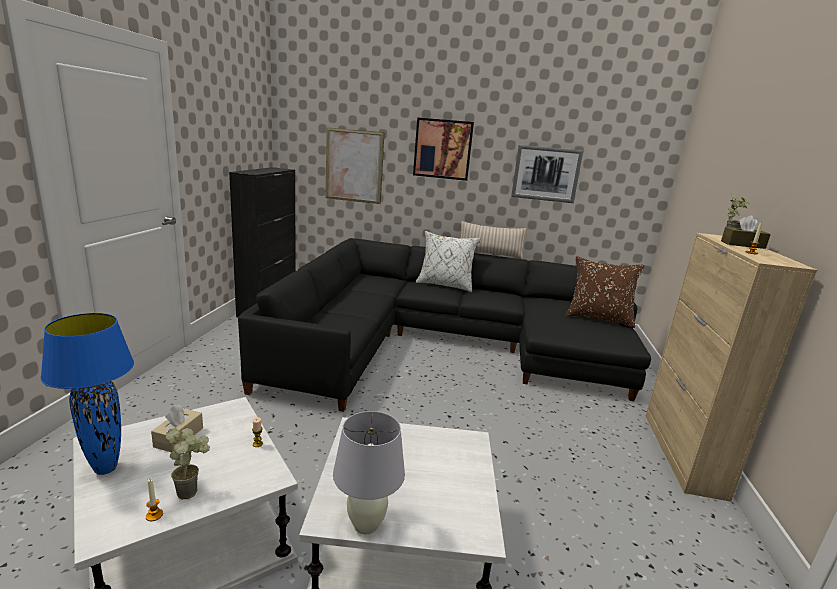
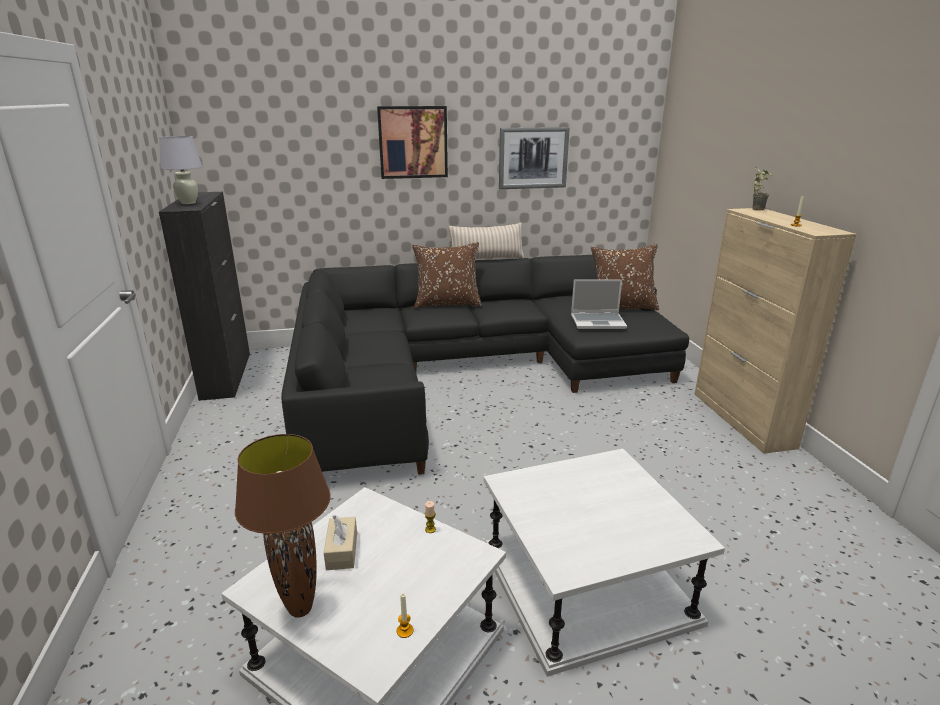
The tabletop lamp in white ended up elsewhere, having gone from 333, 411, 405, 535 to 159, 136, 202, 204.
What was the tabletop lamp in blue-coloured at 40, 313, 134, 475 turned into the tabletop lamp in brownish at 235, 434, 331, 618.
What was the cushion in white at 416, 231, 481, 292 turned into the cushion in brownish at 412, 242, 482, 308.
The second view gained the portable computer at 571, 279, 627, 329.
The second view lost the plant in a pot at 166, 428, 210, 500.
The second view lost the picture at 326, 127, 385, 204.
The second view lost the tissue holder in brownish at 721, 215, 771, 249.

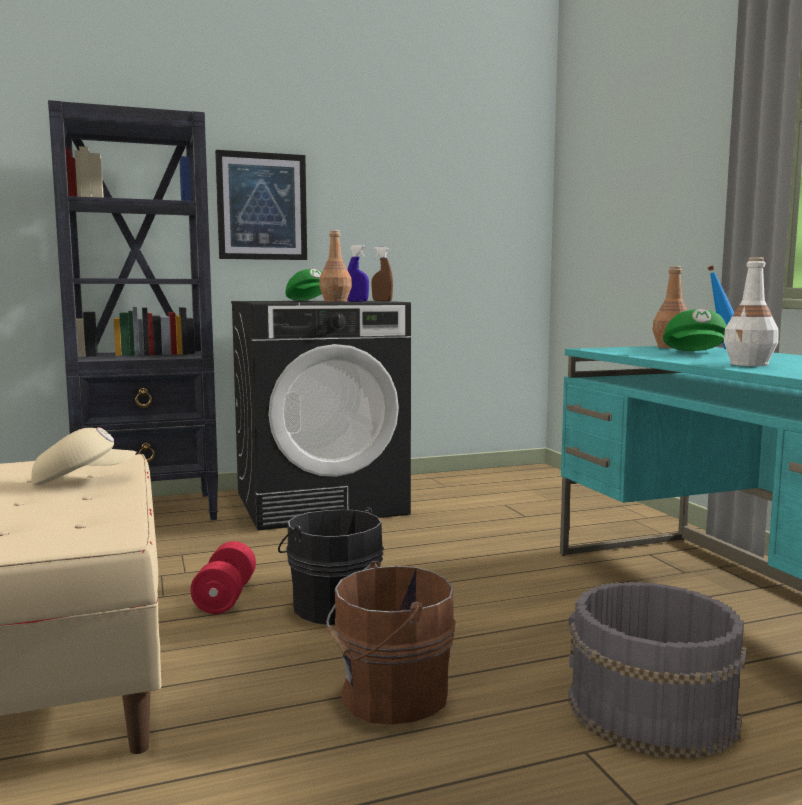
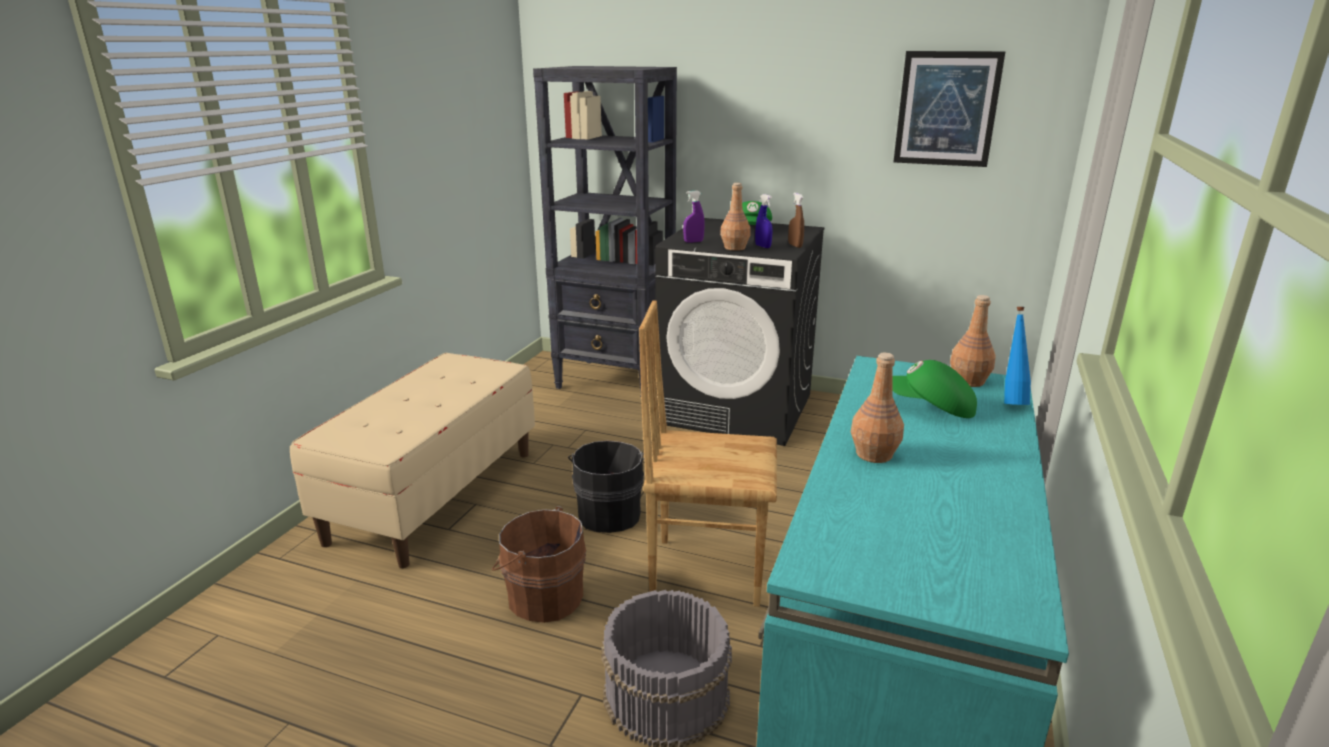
The second view gained the upright chair in brownish at 639, 301, 777, 607.
The second view gained the sprayer in purple-coloured at 683, 191, 705, 243.
What was the drink bottle in white at 724, 257, 779, 366 turned into the drink bottle in brownish at 851, 352, 904, 463.
The peaked cap in green at 663, 309, 727, 351 ended up facing another way, 60 degrees clockwise from before.
The picture ended up elsewhere, having gone from 215, 150, 307, 260 to 893, 51, 1005, 167.
The second view lost the peaked cap in sand-coloured at 31, 427, 137, 485.
The second view lost the hand weight in red at 190, 541, 256, 614.

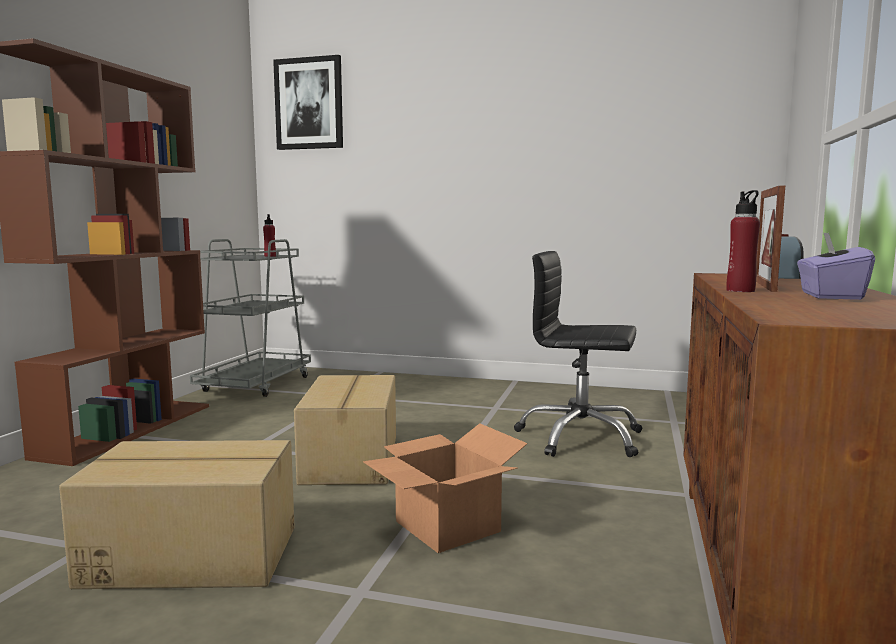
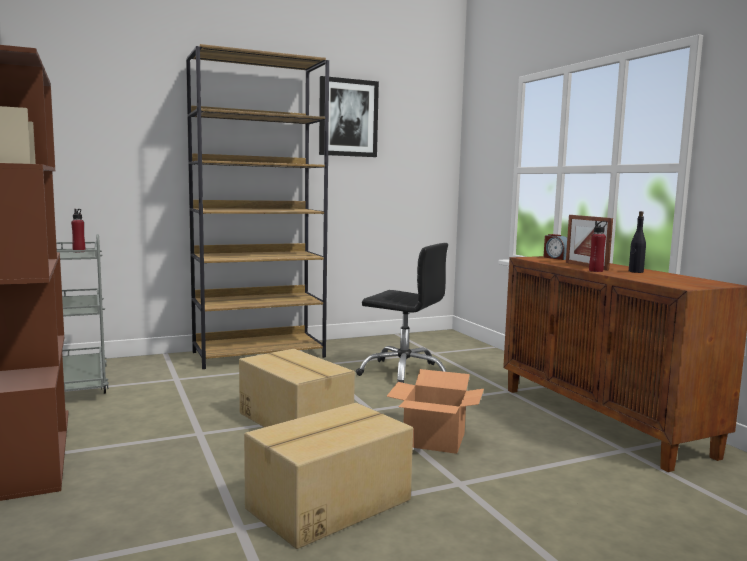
The second view gained the bookcase in brownish at 186, 44, 329, 369.
The picture ended up elsewhere, having gone from 273, 55, 343, 150 to 319, 76, 379, 157.
The desk chair in blackish at 514, 251, 642, 457 ended up facing another way, 135 degrees counterclockwise from before.
Where the tissue holder in purple-coloured stood at 797, 232, 875, 300, the drink bottle in blackish came to stand at 629, 211, 646, 273.

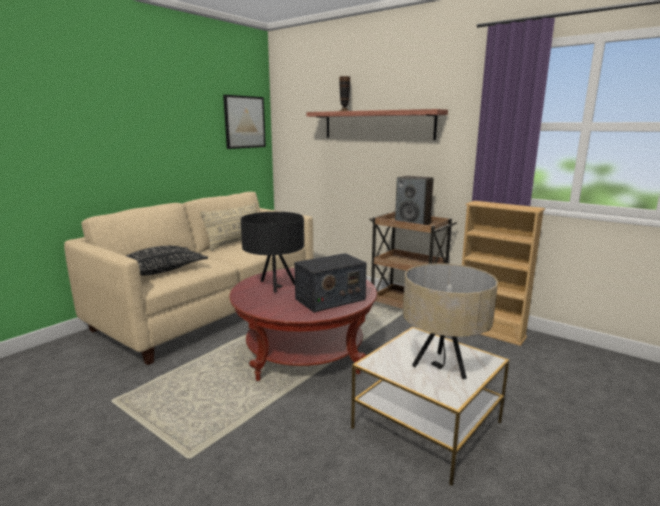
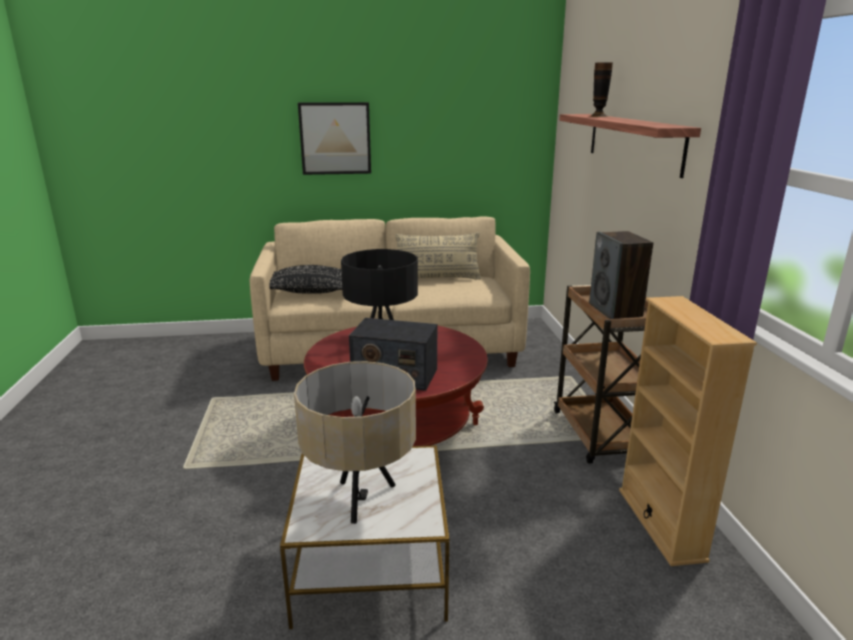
The picture ended up elsewhere, having gone from 223, 95, 266, 149 to 298, 102, 371, 175.

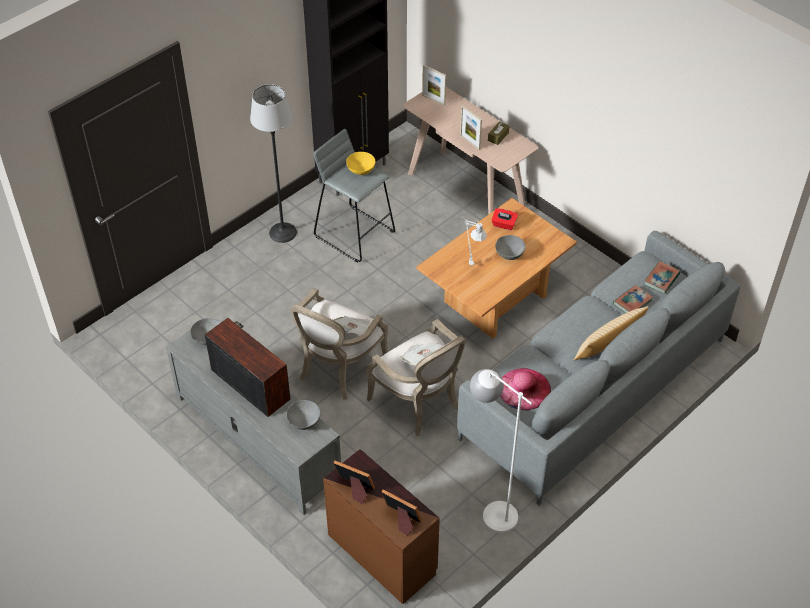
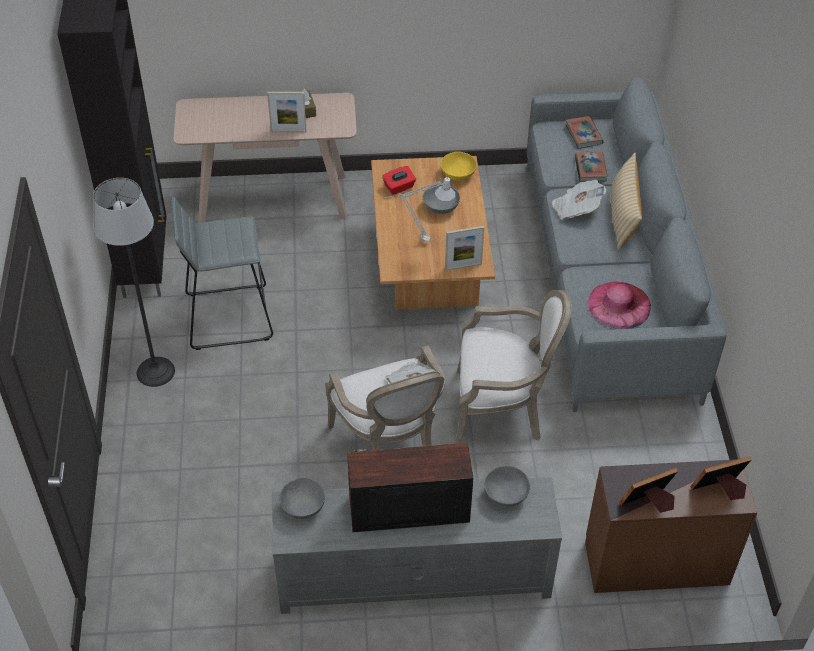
The deep dish in yellow ended up elsewhere, having gone from 346, 152, 375, 175 to 441, 152, 477, 181.
The photo frame ended up elsewhere, having gone from 422, 65, 446, 106 to 445, 226, 484, 271.
The daily paper ended up elsewhere, having gone from 400, 342, 442, 365 to 552, 180, 606, 219.
The second view lost the standing lamp in white at 470, 369, 532, 533.

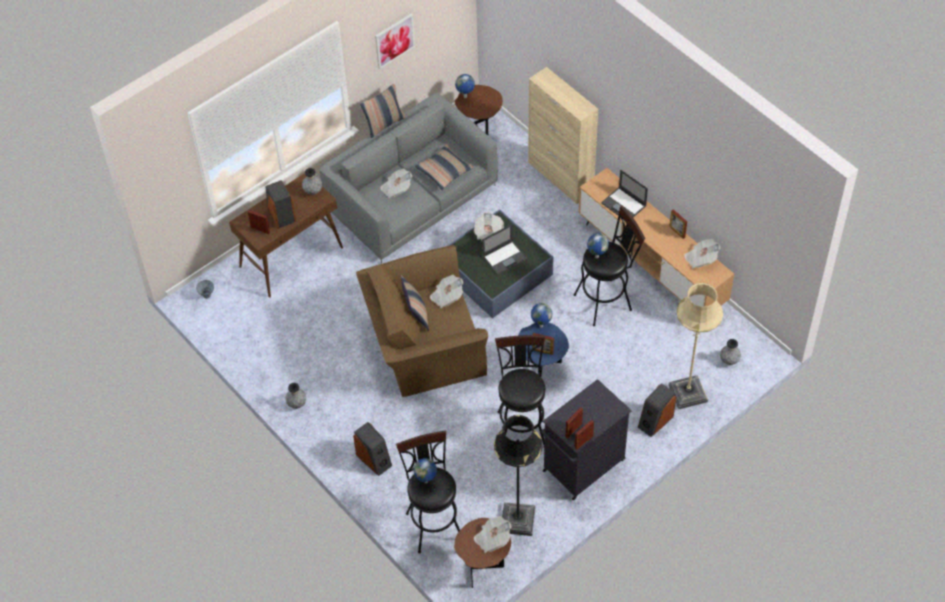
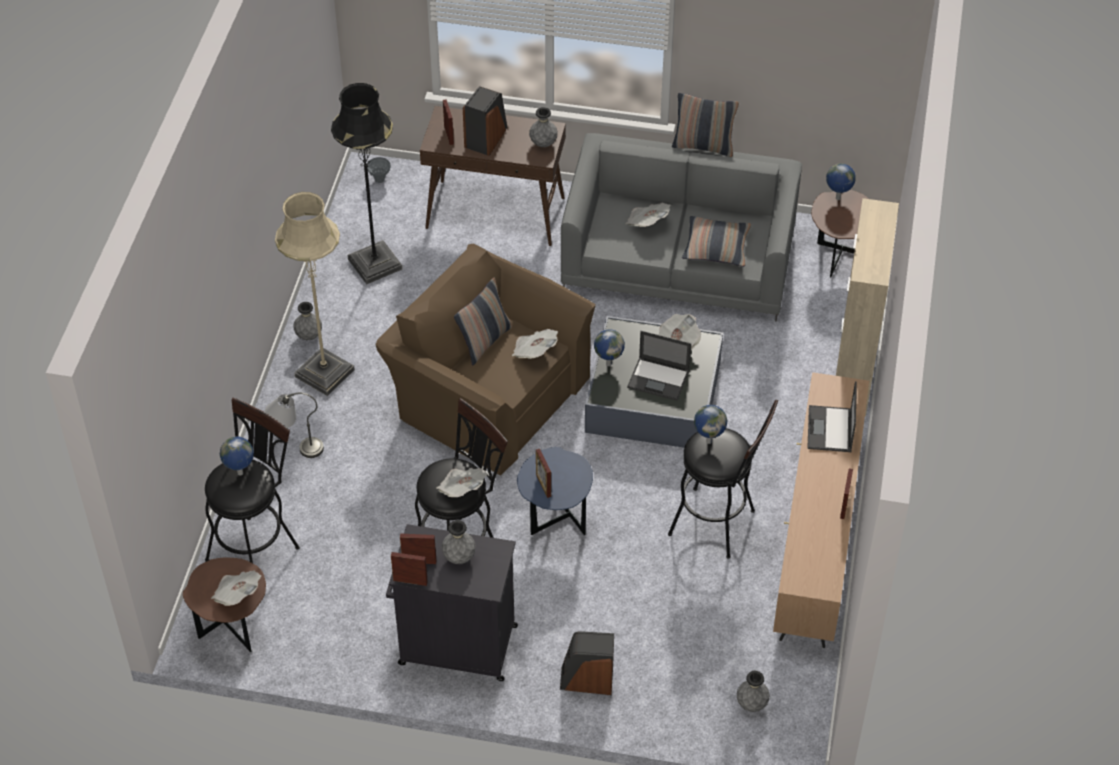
Where the loudspeaker stood at 353, 422, 392, 476, the tabletop lamp in greyish came to stand at 264, 393, 324, 458.
The standing lamp in sand-coloured ended up elsewhere, having gone from 668, 283, 723, 409 to 275, 192, 355, 396.
The standing lamp in blackish ended up elsewhere, having gone from 494, 415, 543, 536 to 331, 83, 402, 284.
The daily paper ended up elsewhere, having gone from 684, 239, 721, 269 to 436, 468, 488, 497.
The second view gained the flower vase in greyish at 441, 520, 476, 564.
The globe ended up elsewhere, having gone from 531, 303, 553, 328 to 594, 329, 625, 366.
The second view lost the picture at 375, 13, 415, 69.

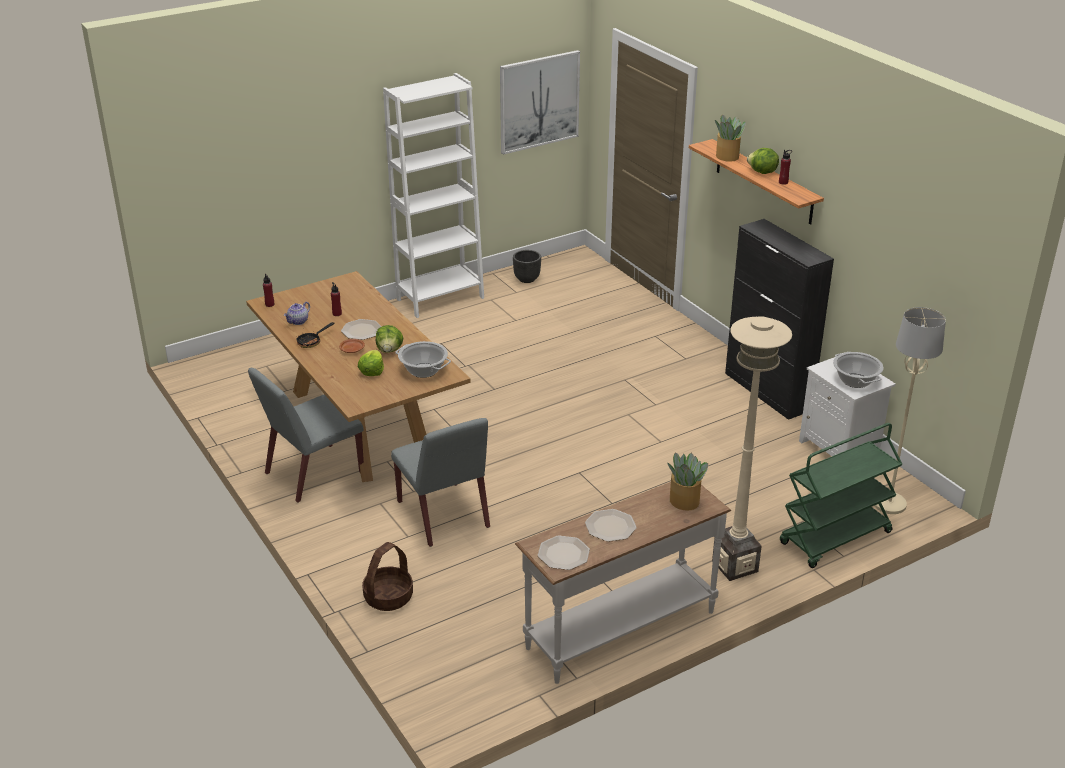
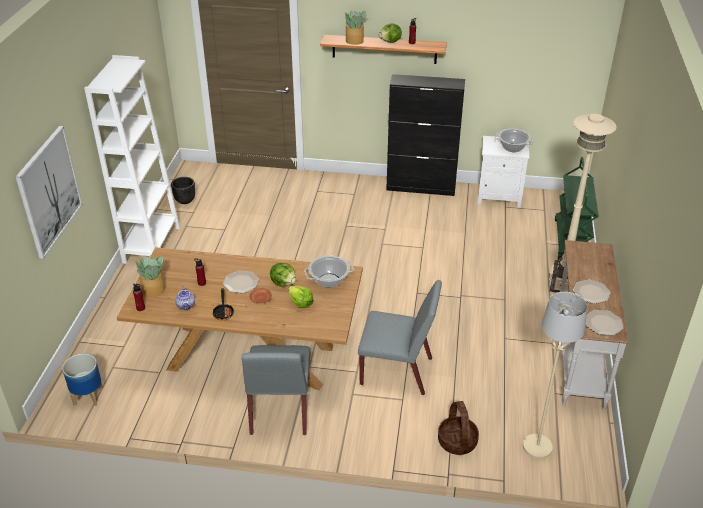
The picture ended up elsewhere, having gone from 500, 50, 580, 155 to 15, 126, 83, 259.
The second view gained the plant pot at 62, 354, 103, 406.
The plant in a pot ended up elsewhere, having gone from 667, 453, 708, 511 to 136, 256, 165, 297.
The standing lamp in sand-coloured ended up elsewhere, having gone from 874, 307, 946, 514 to 523, 292, 588, 459.

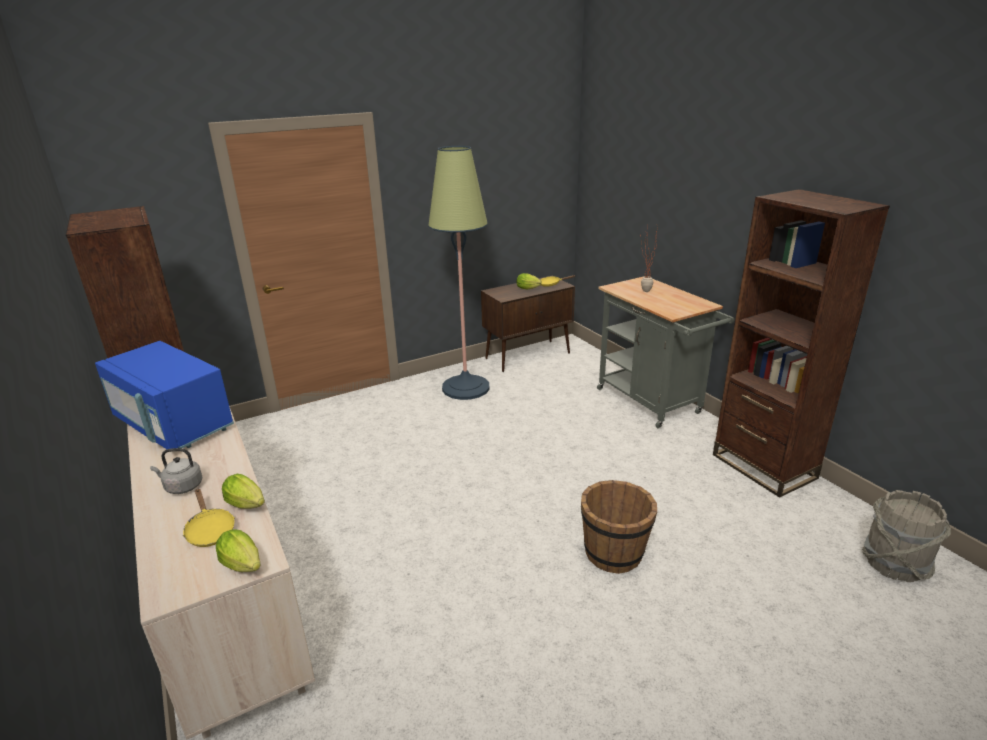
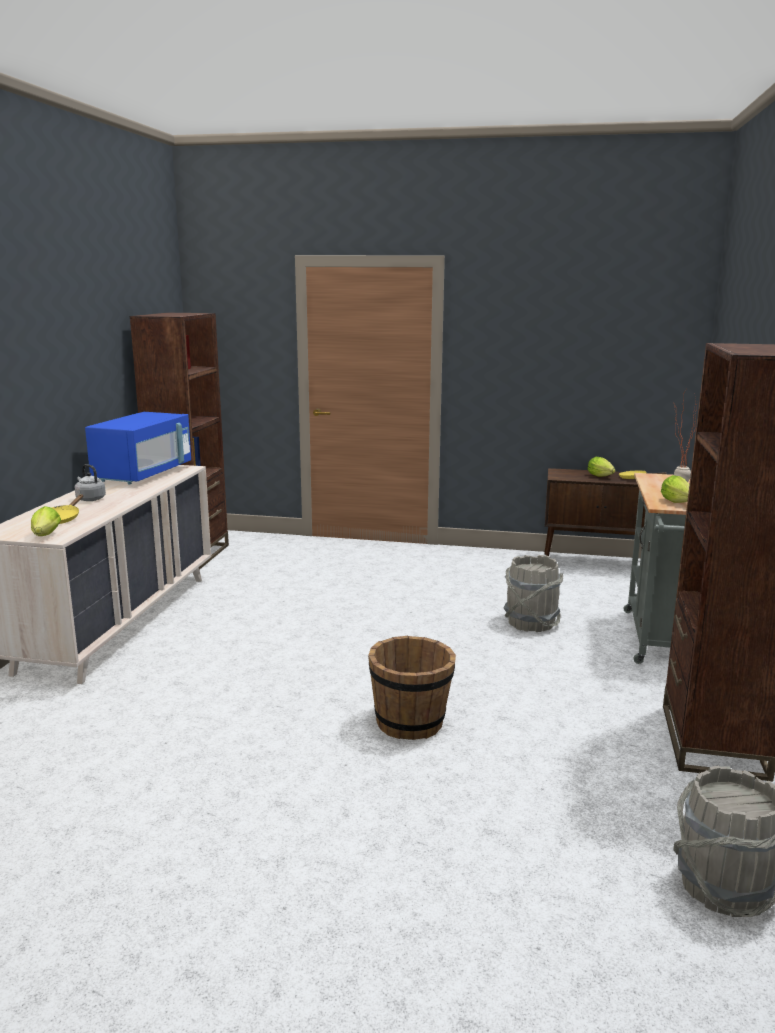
The microwave in blue-coloured at 95, 341, 234, 449 ended up facing another way, 150 degrees counterclockwise from before.
The second view gained the pail in greyish at 503, 555, 563, 632.
The head of lettuce ended up elsewhere, having gone from 222, 474, 265, 509 to 661, 475, 689, 503.
The second view lost the standing lamp at 428, 146, 490, 400.

